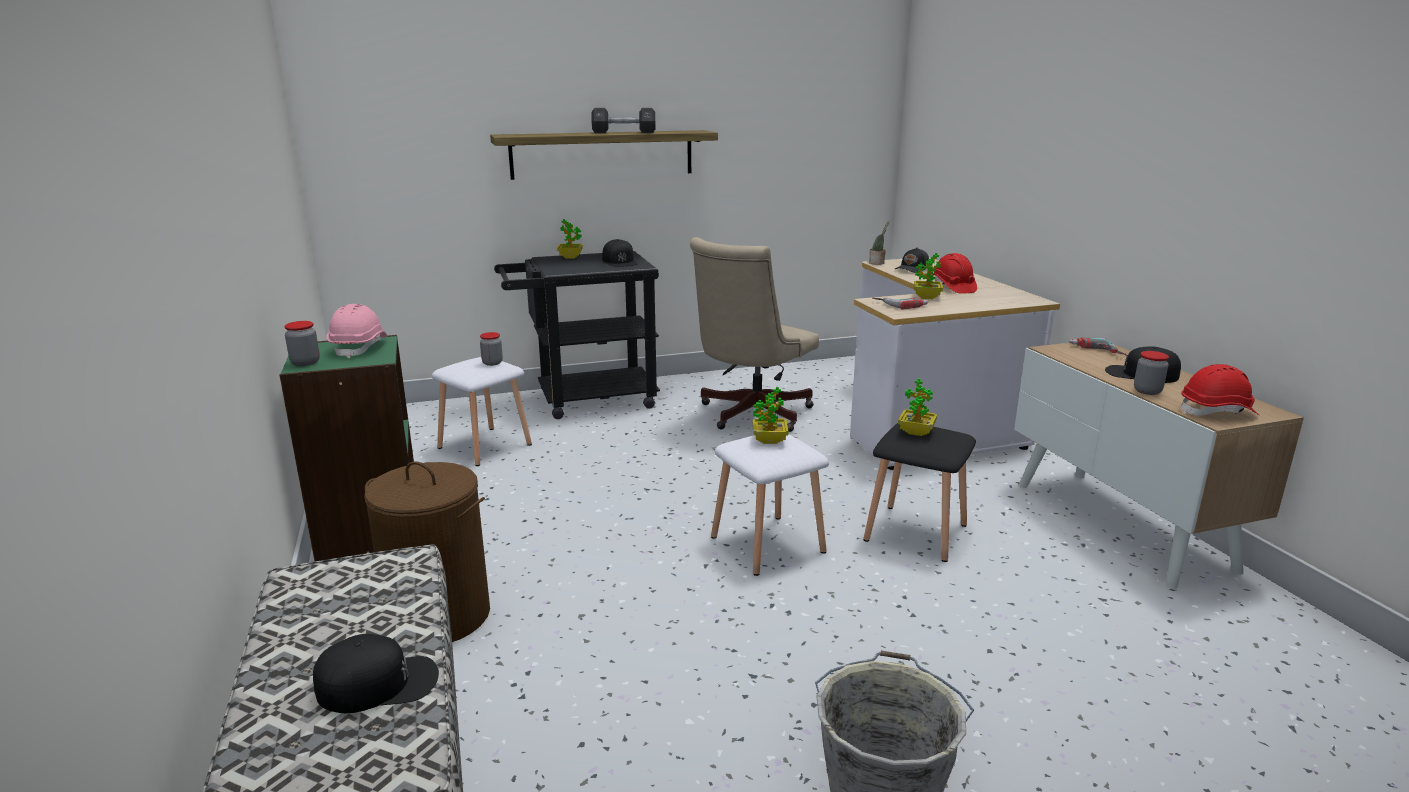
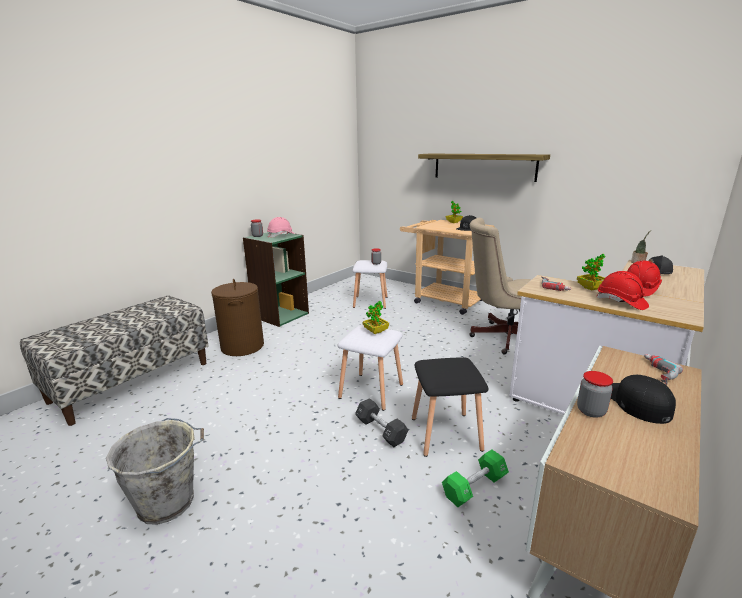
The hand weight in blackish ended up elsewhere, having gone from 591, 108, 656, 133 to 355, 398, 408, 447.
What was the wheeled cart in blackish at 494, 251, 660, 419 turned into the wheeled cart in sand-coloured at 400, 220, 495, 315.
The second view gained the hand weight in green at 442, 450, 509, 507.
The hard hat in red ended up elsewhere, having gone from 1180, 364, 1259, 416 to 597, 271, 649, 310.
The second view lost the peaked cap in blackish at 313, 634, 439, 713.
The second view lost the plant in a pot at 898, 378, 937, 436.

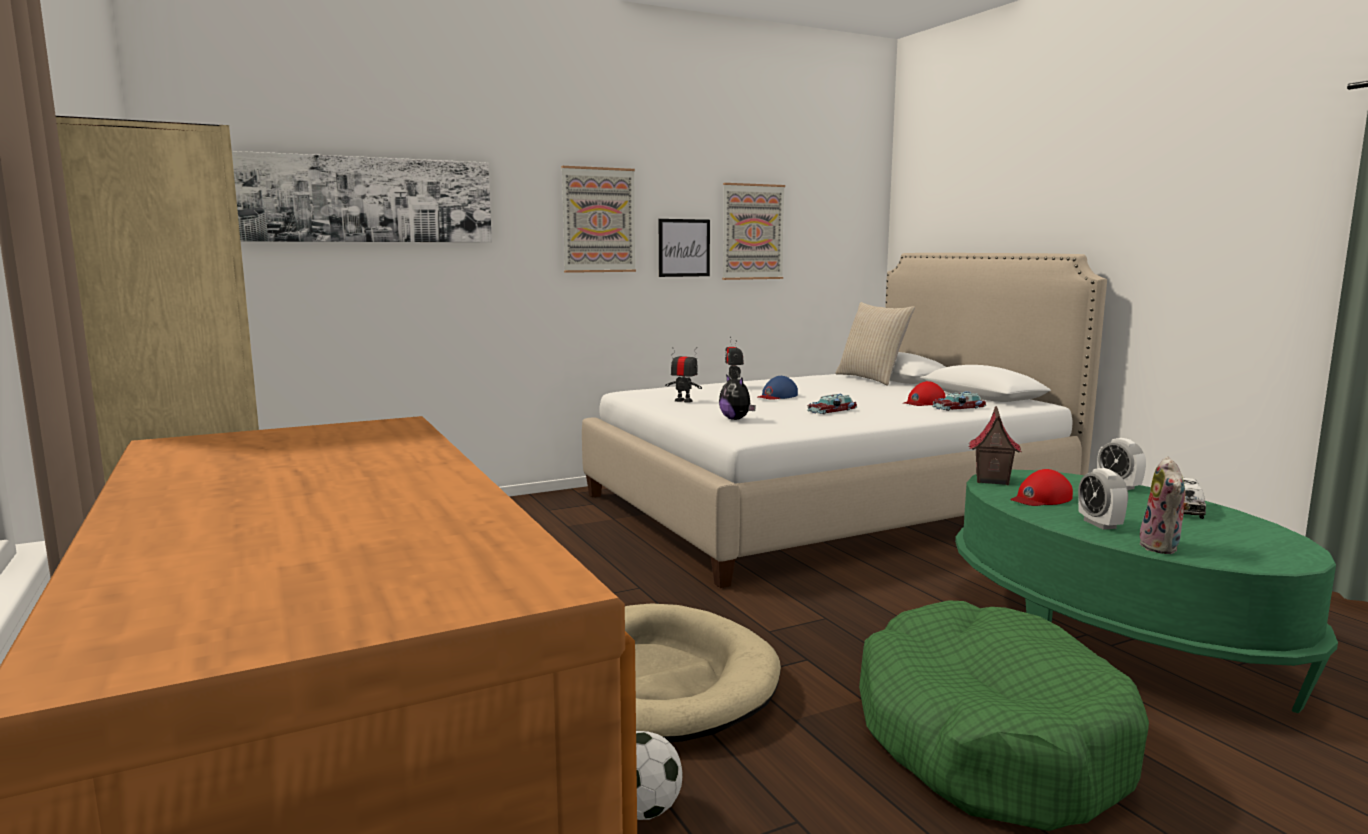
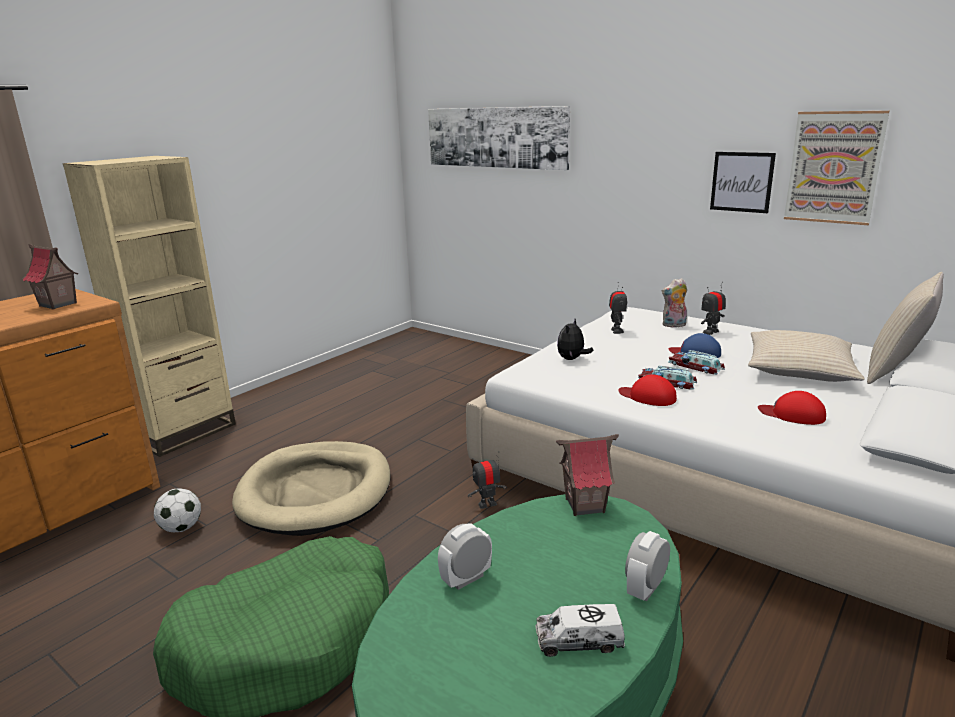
The second view gained the miniature house at 22, 244, 79, 309.
The second view gained the model robot at 468, 451, 507, 509.
The peaked cap in red ended up elsewhere, having gone from 1010, 469, 1073, 506 to 619, 374, 677, 406.
The plush toy ended up elsewhere, having gone from 1136, 456, 1190, 554 to 662, 278, 687, 328.
The model car ended up elsewhere, having gone from 932, 391, 986, 411 to 668, 350, 725, 375.
The second view gained the cushion in sand-coloured at 748, 330, 865, 382.
The second view lost the picture at 561, 166, 636, 273.

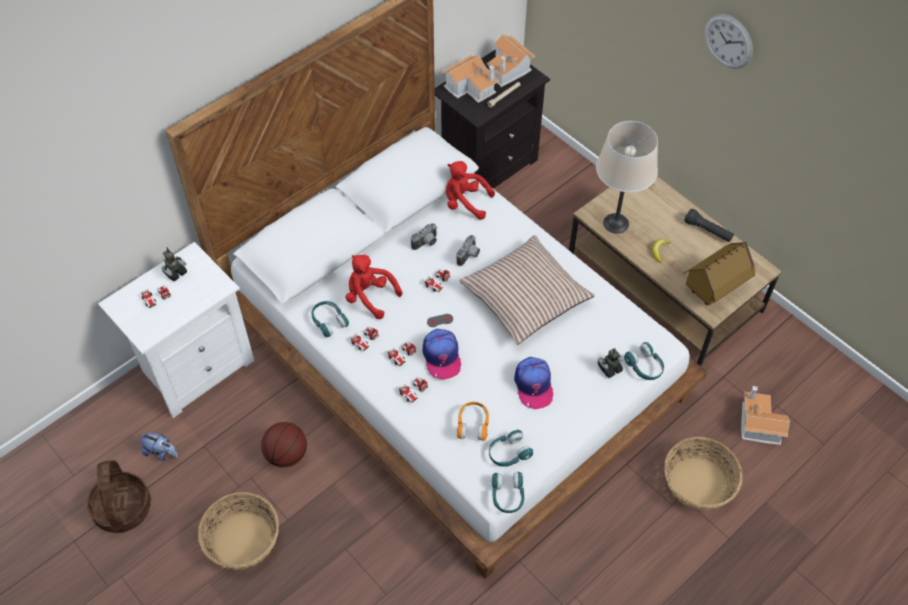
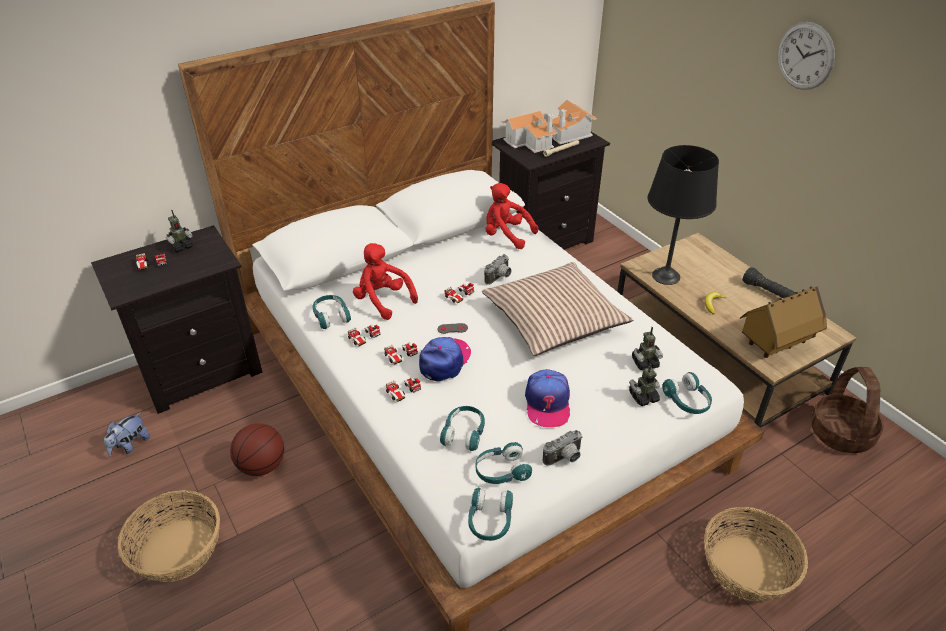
What was the nightstand in white at 98, 242, 254, 418 turned into the nightstand in blackish at 91, 225, 263, 414.
The plush toy at 138, 433, 178, 461 ended up facing another way, 90 degrees clockwise from before.
The peaked cap at 422, 329, 461, 379 ended up facing another way, 150 degrees counterclockwise from before.
What was the pair of headphones in orange at 457, 402, 489, 441 turned into the pair of headphones in blue-green at 440, 406, 485, 451.
The still camera ended up elsewhere, having gone from 411, 223, 437, 250 to 543, 430, 583, 466.
The second view gained the model robot at 632, 327, 663, 370.
What was the tabletop lamp in sand-coloured at 596, 121, 658, 234 turned into the tabletop lamp in blackish at 648, 145, 719, 285.
The basket ended up elsewhere, having gone from 87, 460, 151, 533 to 811, 367, 884, 453.
The second view lost the miniature house at 741, 386, 790, 445.

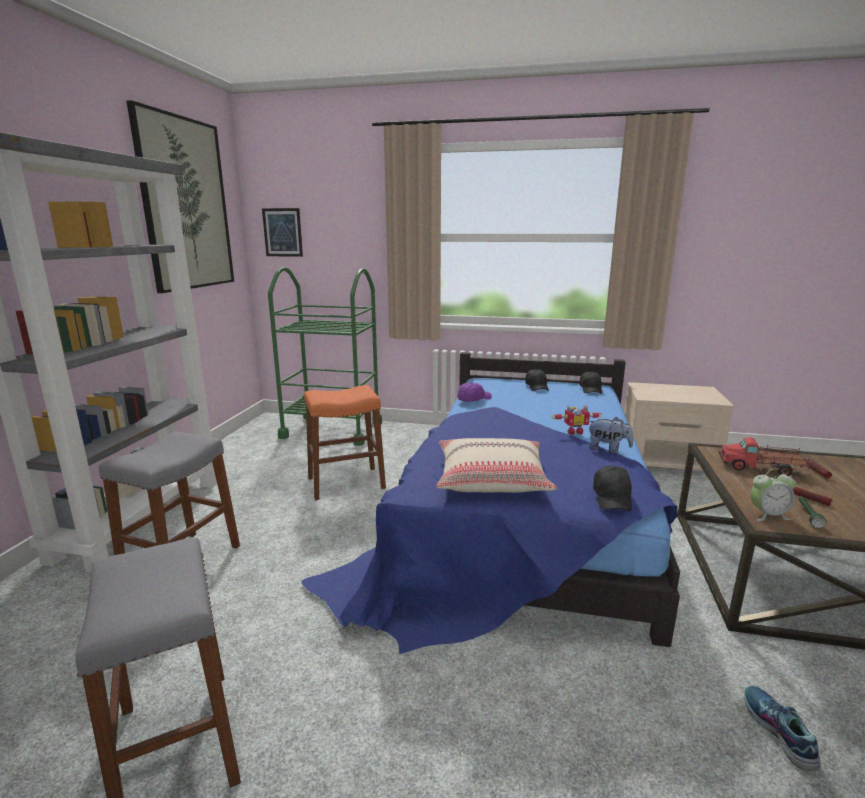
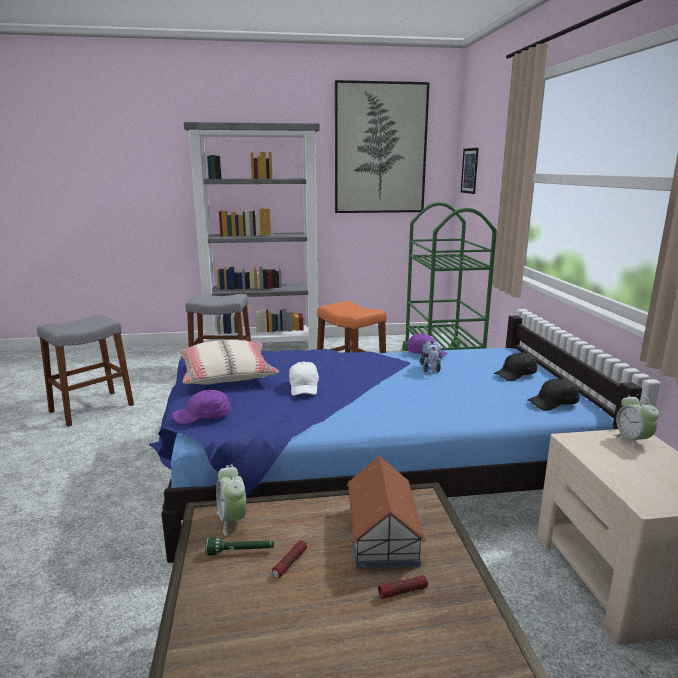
What was the peaked cap in blackish at 593, 465, 632, 512 turned into the peaked cap in purple-coloured at 173, 390, 231, 424.
The second view gained the peaked cap in white at 289, 362, 319, 396.
Where the model truck stood at 719, 437, 811, 476, the miniature house came to stand at 347, 456, 426, 568.
The plush toy ended up elsewhere, having gone from 588, 417, 633, 453 to 420, 340, 442, 372.
The second view gained the table clock at 613, 394, 659, 450.
The second view lost the model robot at 552, 405, 602, 435.
The second view lost the shoe at 744, 686, 821, 771.

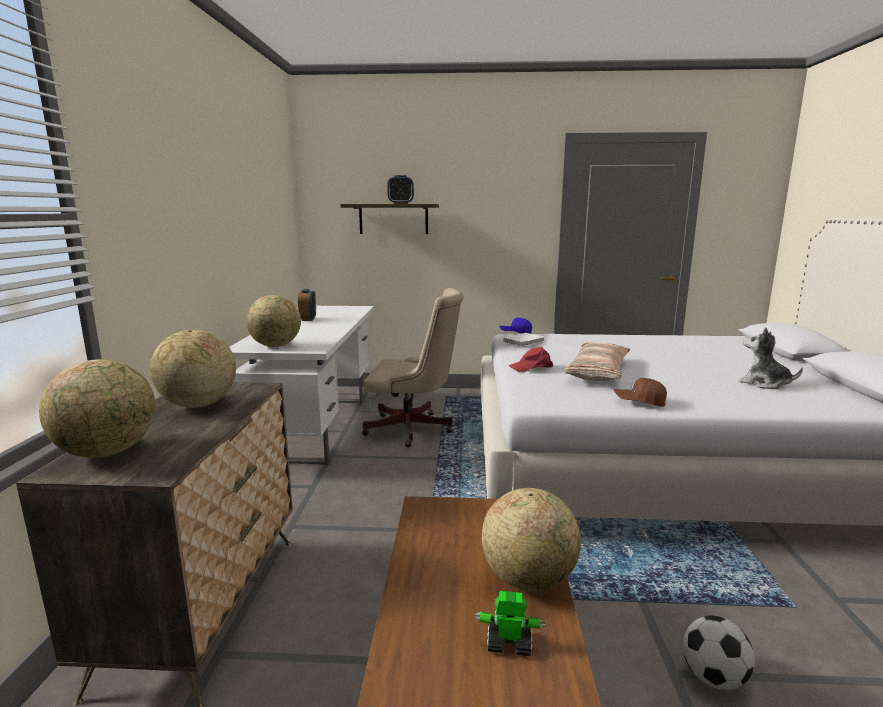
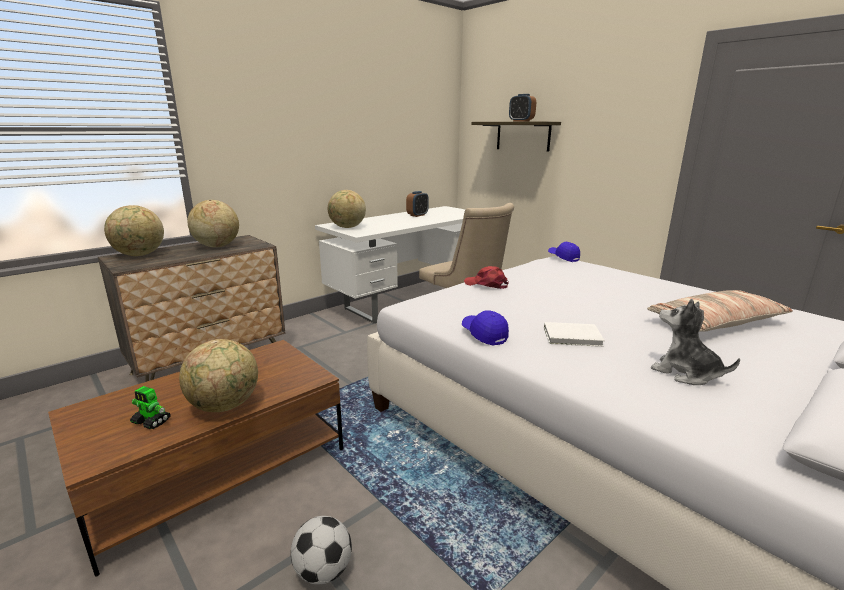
The model robot at 475, 591, 545, 656 ended up facing another way, 150 degrees clockwise from before.
What was the peaked cap in brownish at 614, 378, 667, 407 turned into the peaked cap in blue-coloured at 462, 311, 509, 346.
The volume in white ended up elsewhere, having gone from 503, 333, 545, 346 to 544, 322, 605, 347.
The cushion ended up elsewhere, having gone from 564, 342, 630, 381 to 647, 290, 793, 332.
The plush toy at 739, 327, 803, 389 ended up facing another way, 45 degrees counterclockwise from before.

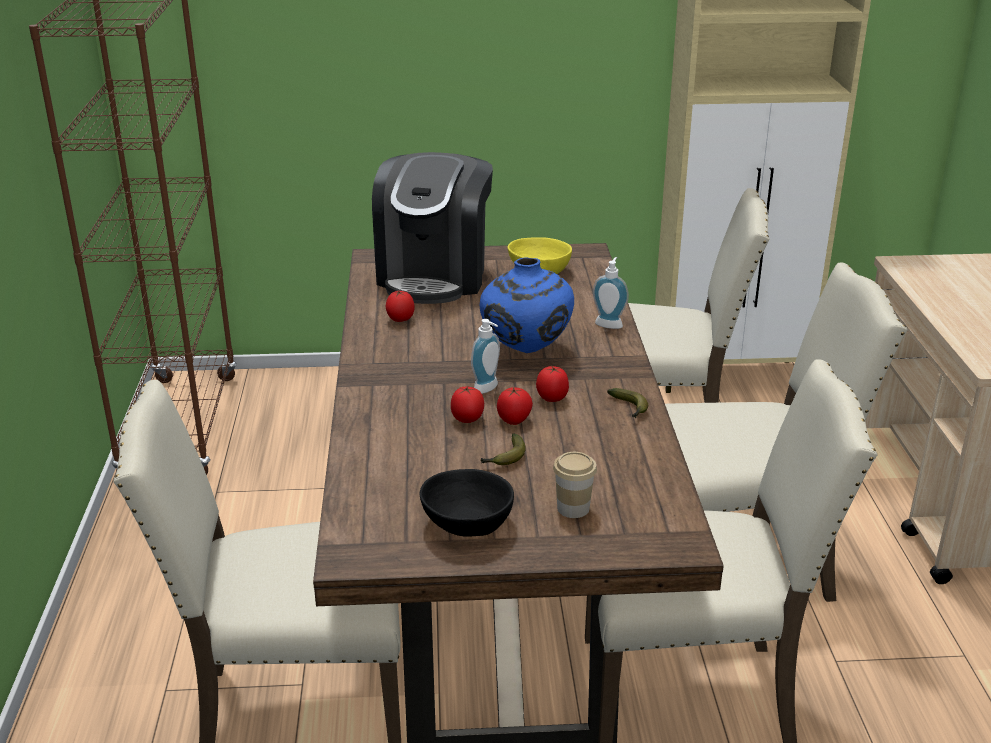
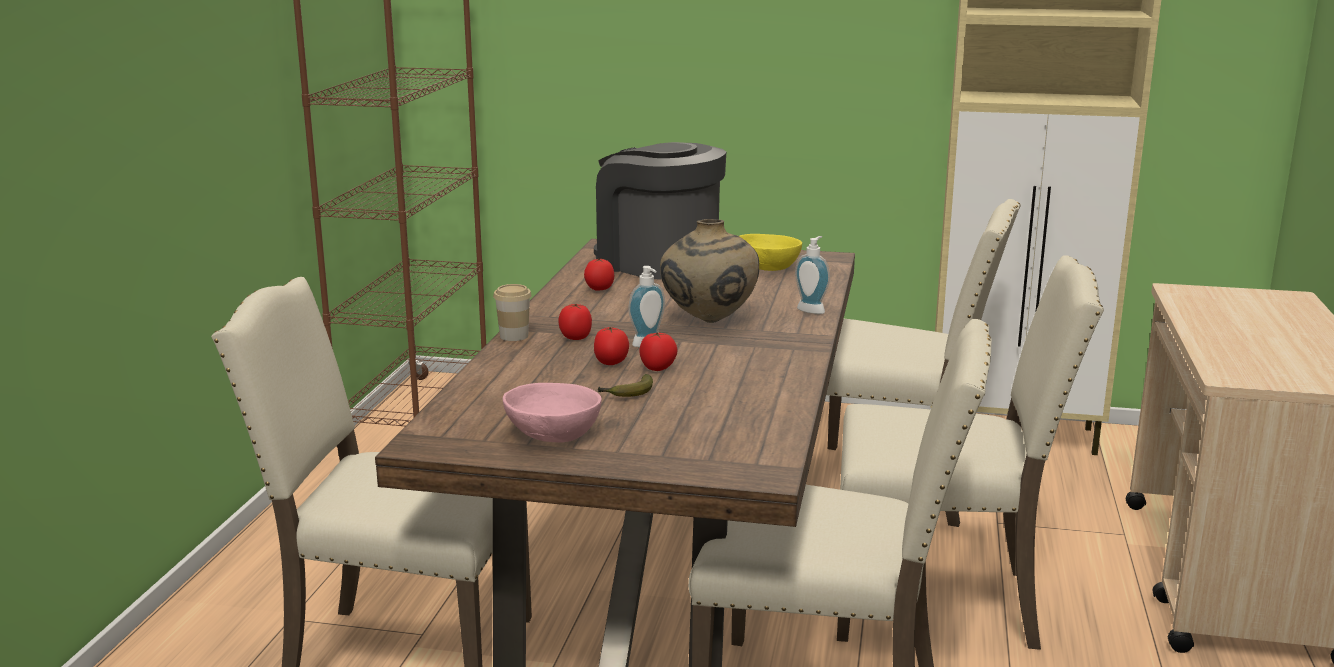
The cup ended up elsewhere, having gone from 553, 452, 597, 518 to 493, 284, 532, 341.
What was the deep dish in blackish at 420, 469, 514, 537 turned into the deep dish in pink at 503, 383, 602, 443.
The tomato ended up elsewhere, having gone from 536, 366, 569, 402 to 558, 304, 592, 340.
The coffee maker at 372, 152, 493, 304 ended up facing another way, 105 degrees clockwise from before.
What was the flower vase in blue-coloured at 480, 258, 574, 353 turned into the flower vase in sand-coloured at 660, 219, 759, 323.
The second view lost the whole banana at 607, 388, 648, 418.

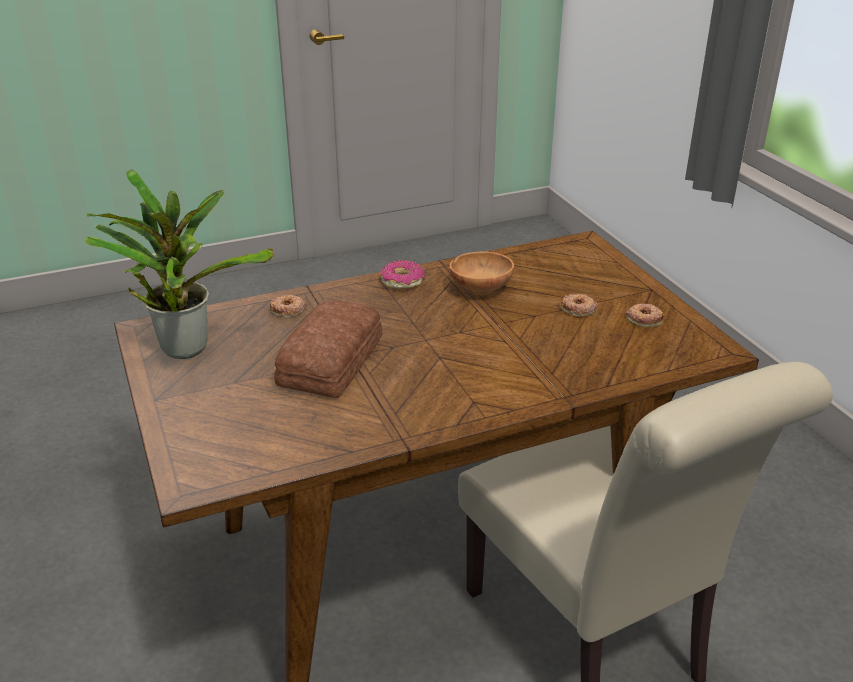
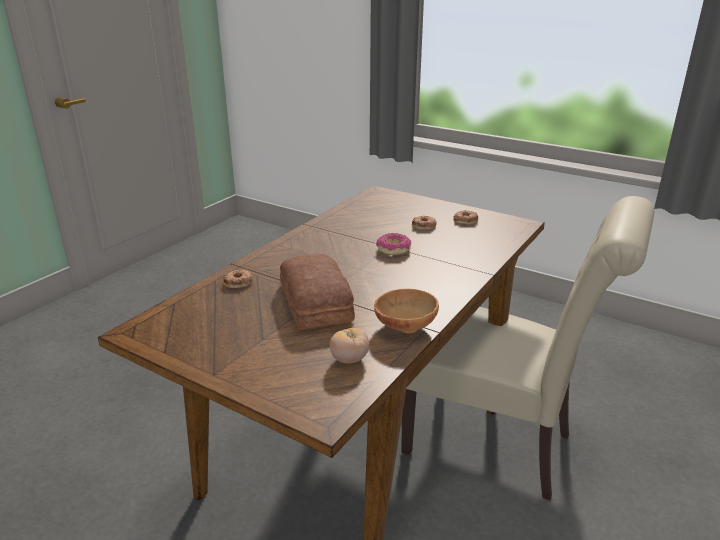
The second view gained the tomato at 330, 328, 369, 363.
The deep dish in brownish ended up elsewhere, having gone from 449, 251, 514, 295 to 374, 289, 439, 333.
The doughnut ended up elsewhere, having gone from 381, 260, 425, 289 to 376, 233, 411, 255.
The second view lost the plant in a pot at 85, 170, 274, 359.

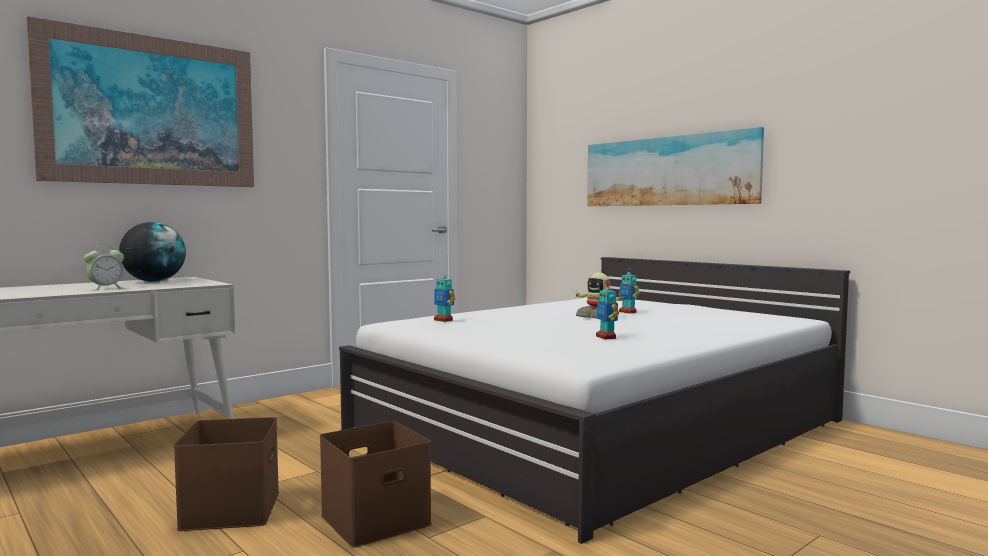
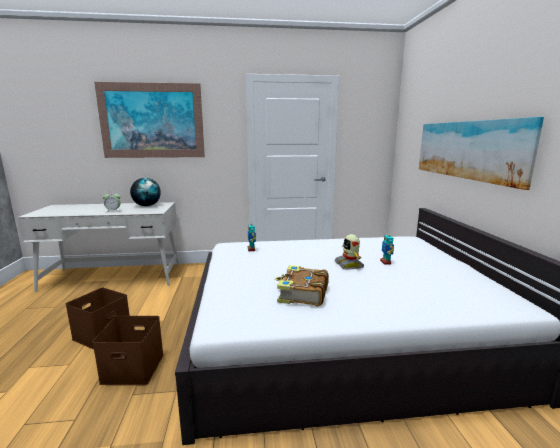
Where the model robot stood at 596, 281, 619, 339, the volume came to stand at 275, 265, 329, 307.

